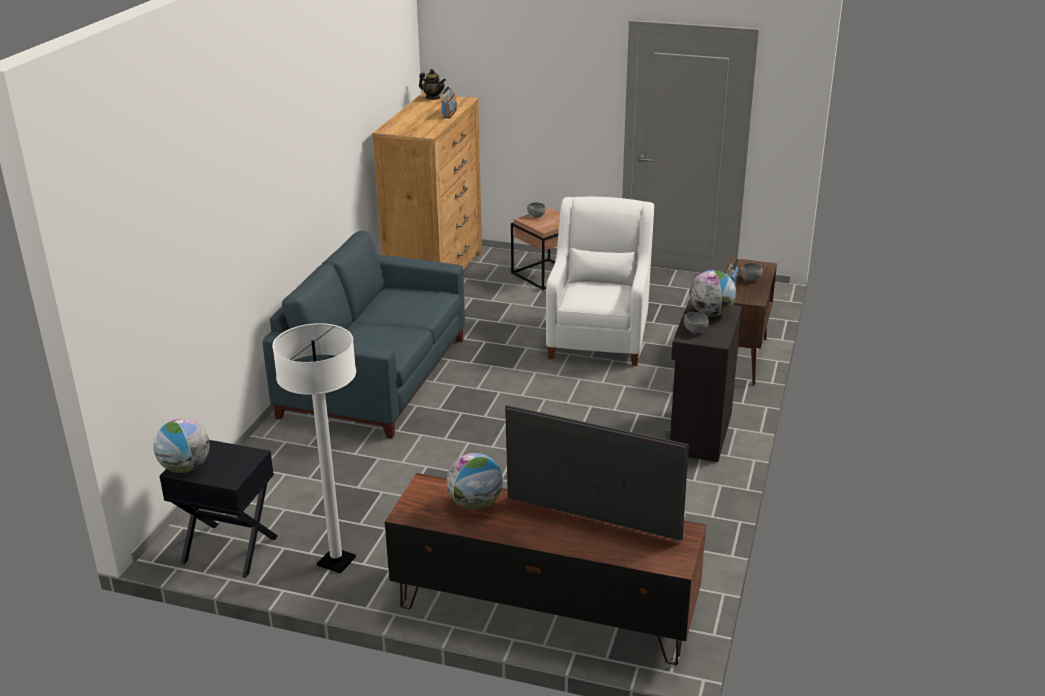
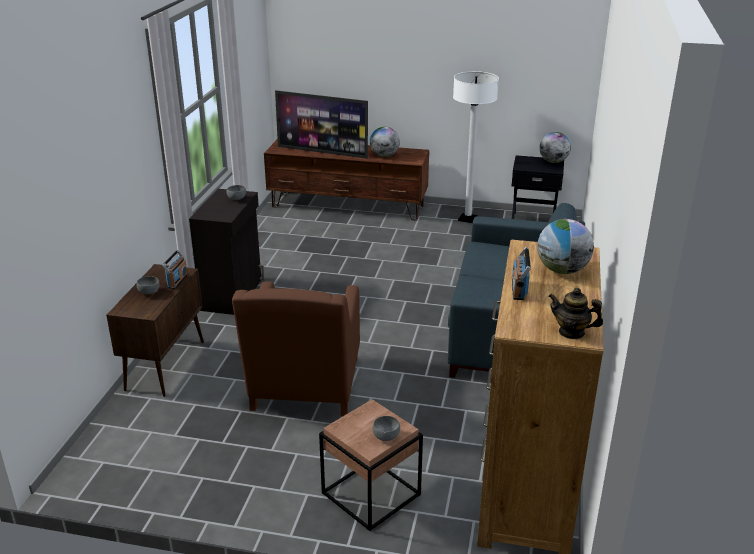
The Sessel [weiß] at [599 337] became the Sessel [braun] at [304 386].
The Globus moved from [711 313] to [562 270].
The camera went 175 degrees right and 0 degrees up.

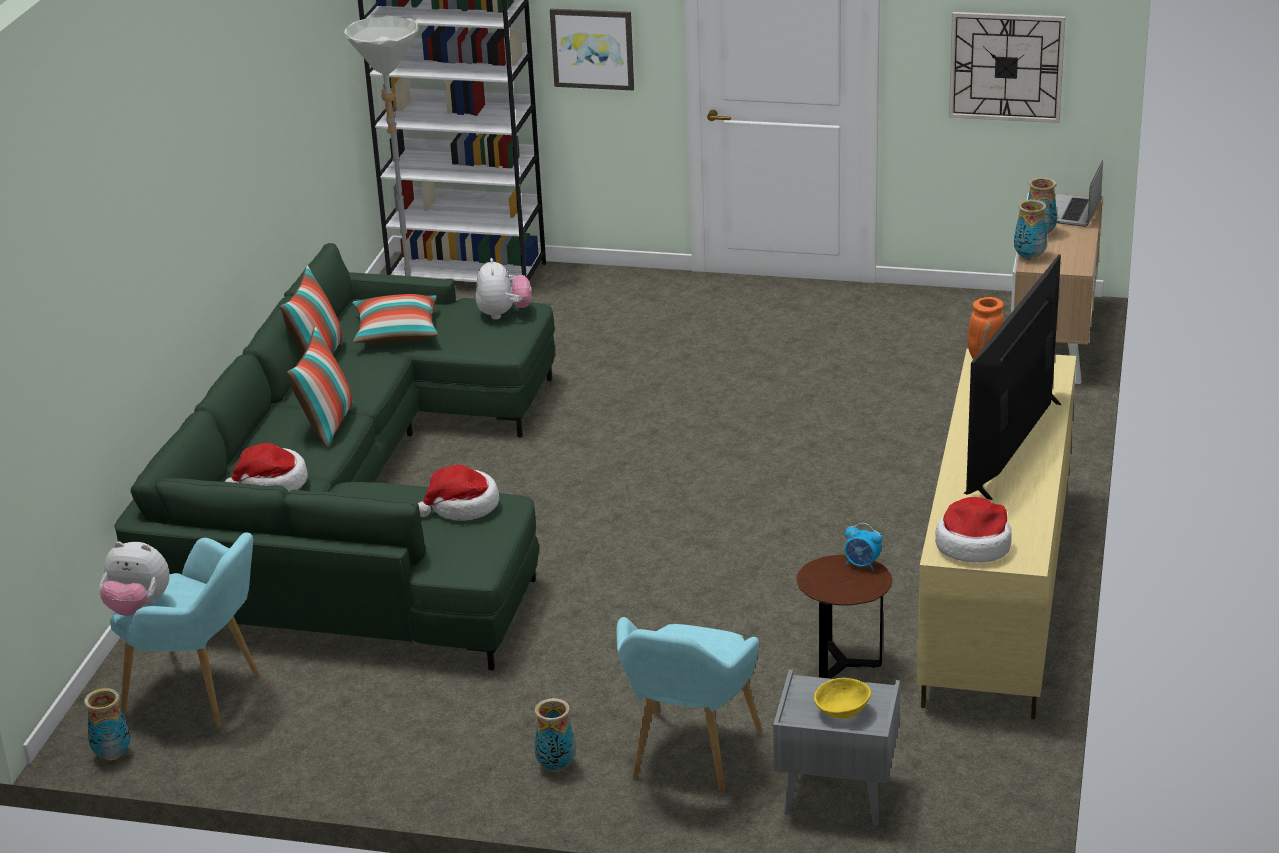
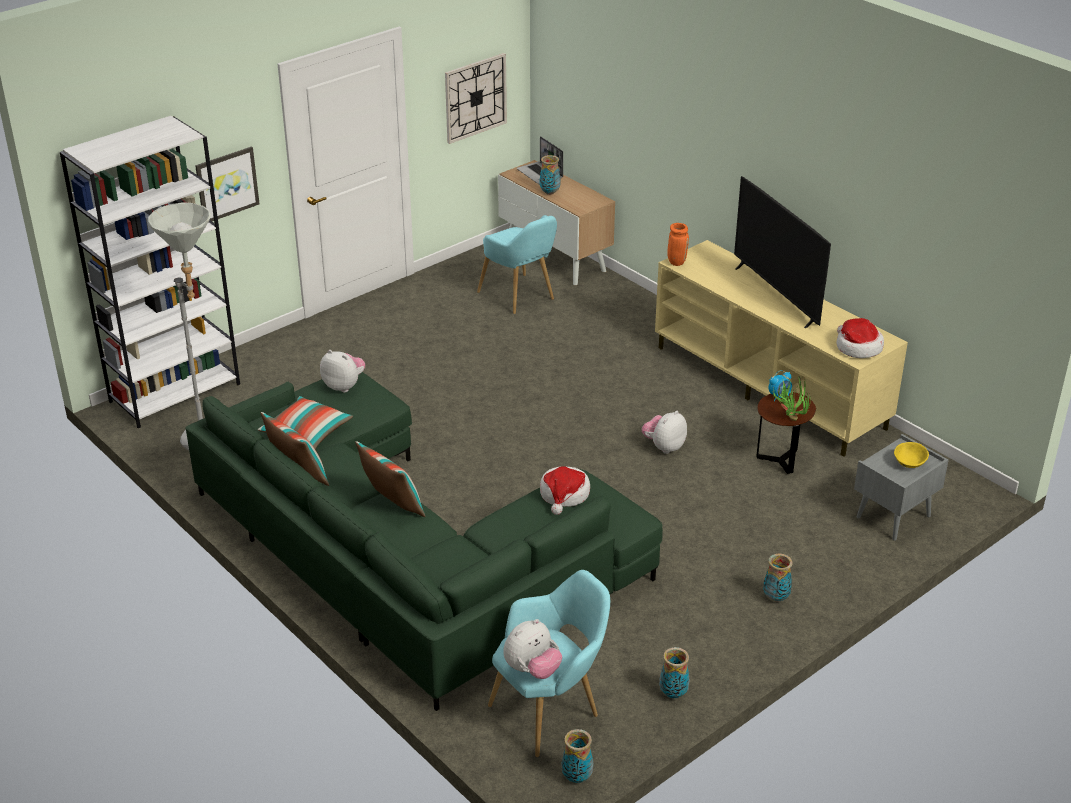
The Hut at [272 484] disappeared.
The Sessel [türkis] moved from [689 760] to [520 297].
The Vase moved from [1029 257] to [673 694].
The Plüschtier at [664 447] appeared.
The Topfpflanze at [789 417] appeared.
The camera went 55 degrees left and 5 degrees up.

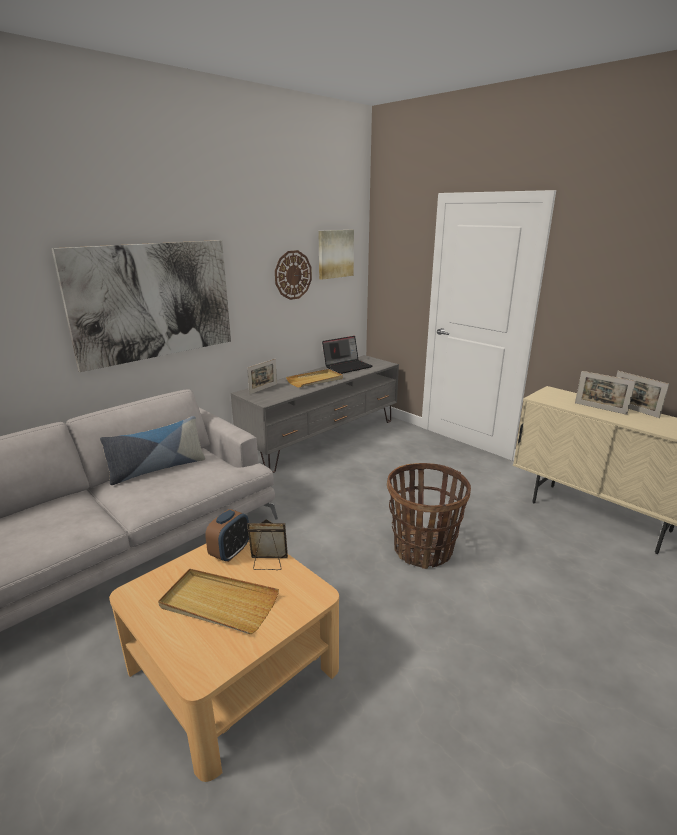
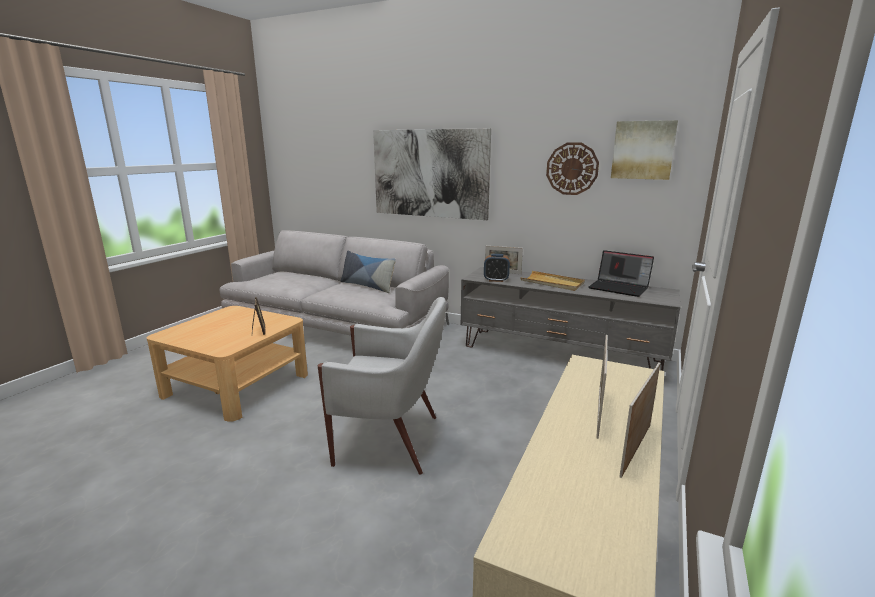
The Tablett [beige] at [218 603] disappeared.
The Wecker moved from [230 552] to [496 280].
The Korb at [423 549] was replaced by the Sessel [weiß] at [390 441].
The camera went 70 degrees right and 5 degrees down.

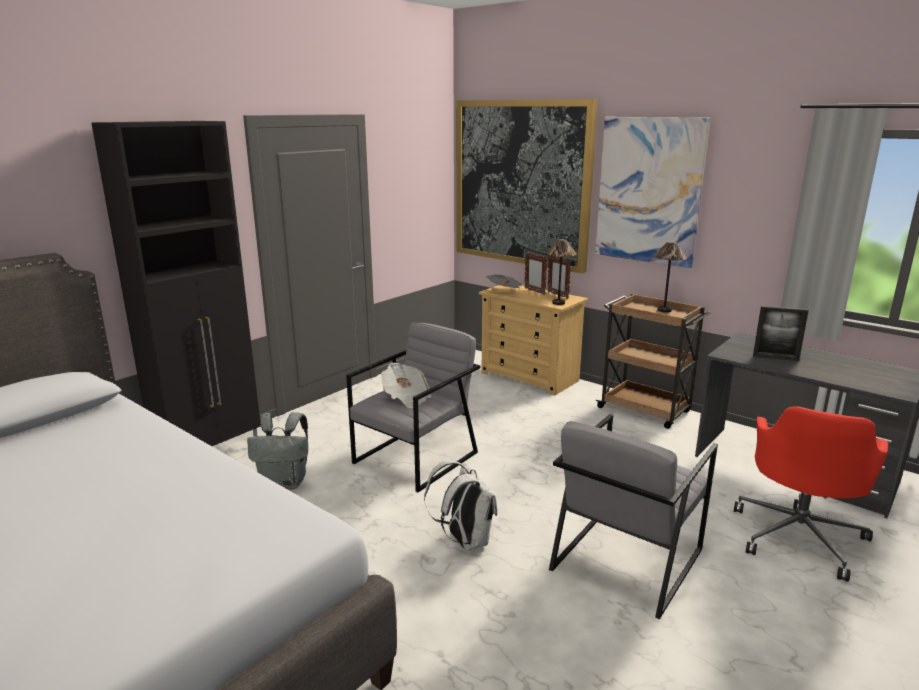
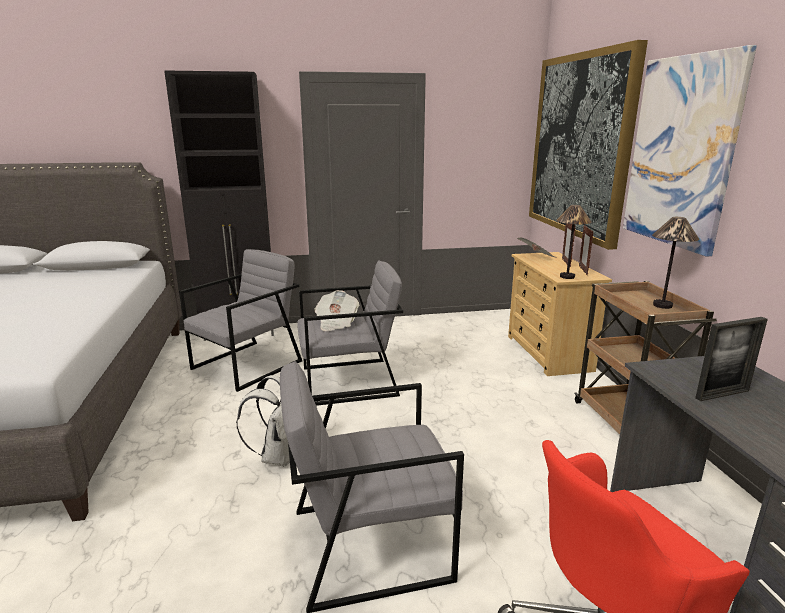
The Rucksack [grau] at [285 483] was replaced by the Sessel [grau] at [247 365].
The Bilderrahmen at [775 358] turned 75 degrees counterclockwise.
The camera went 40 degrees right and 0 degrees up.

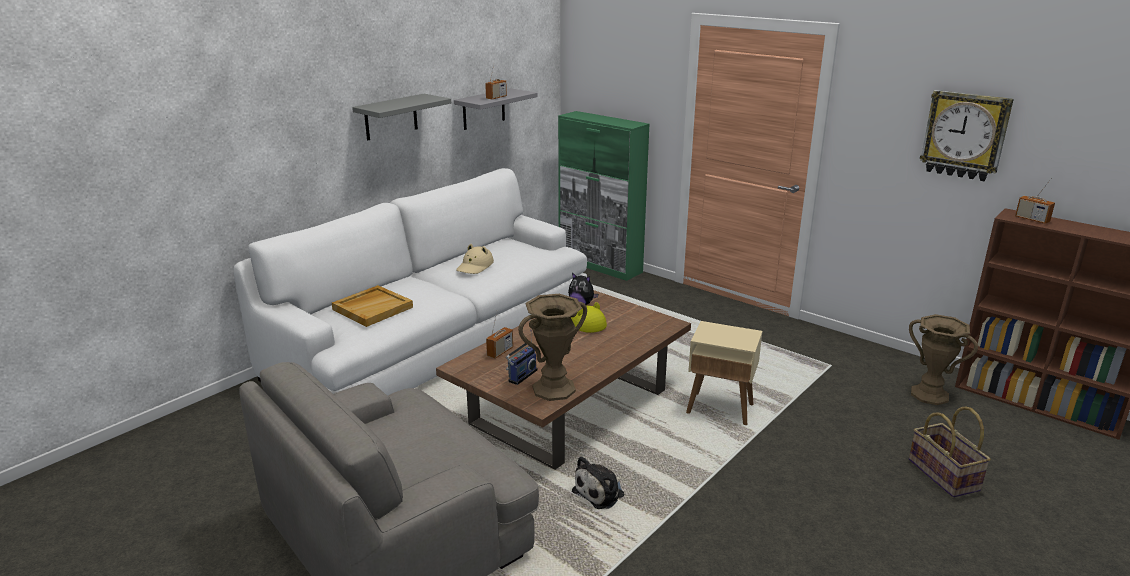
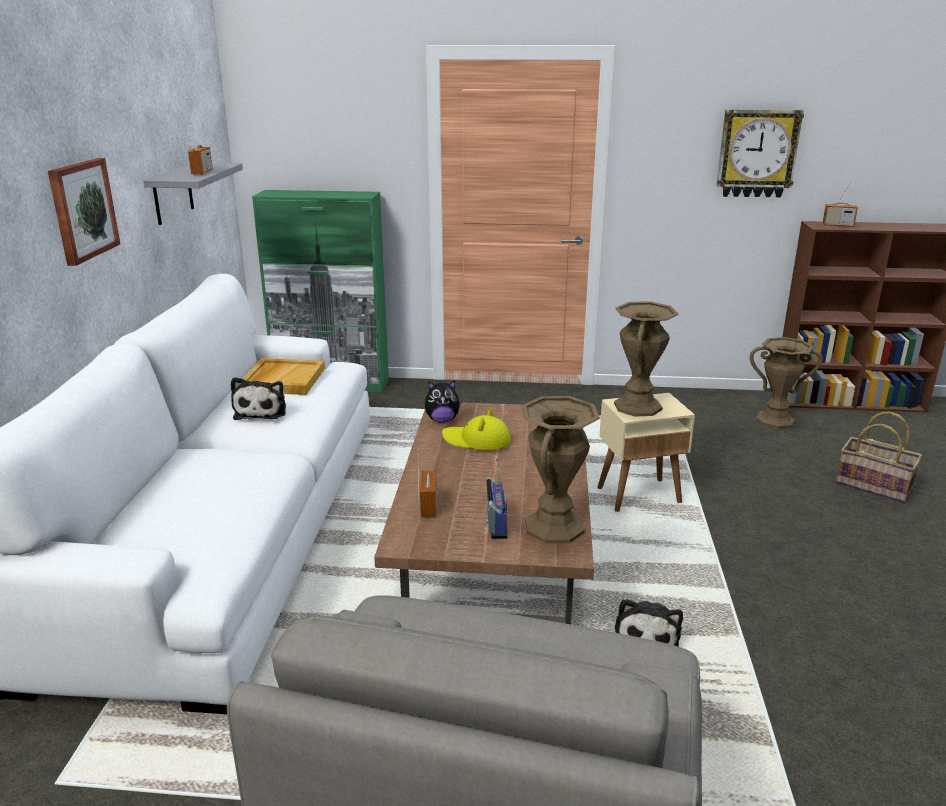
The Tablett [beige] moved from [373 308] to [283 379].
The Wandregal [grau] at [391 117] was replaced by the Bild at [82 210].
The Hut [beige] at [475 266] was replaced by the Plüschtier at [262 411].
The Vase [braun] at [638 406] appeared.
The camera went 35 degrees left and 0 degrees up.

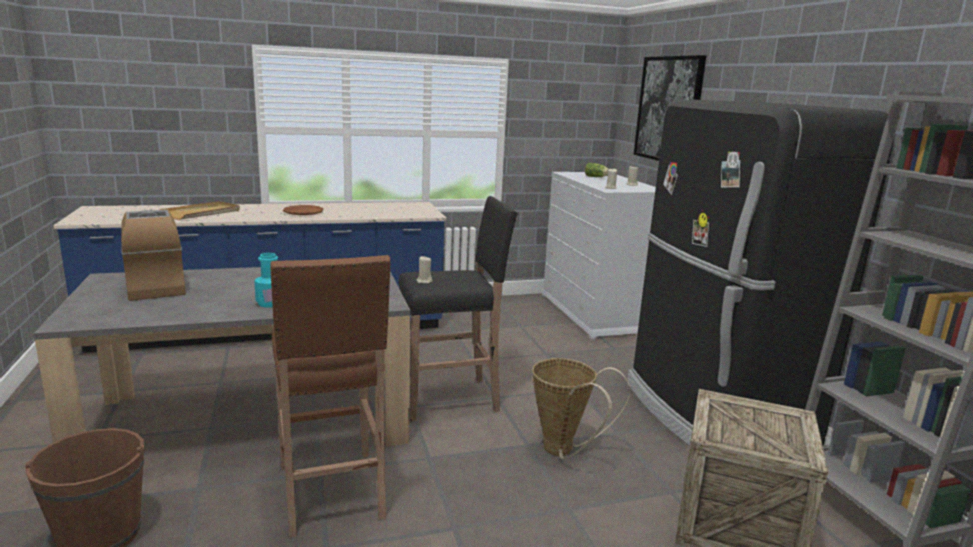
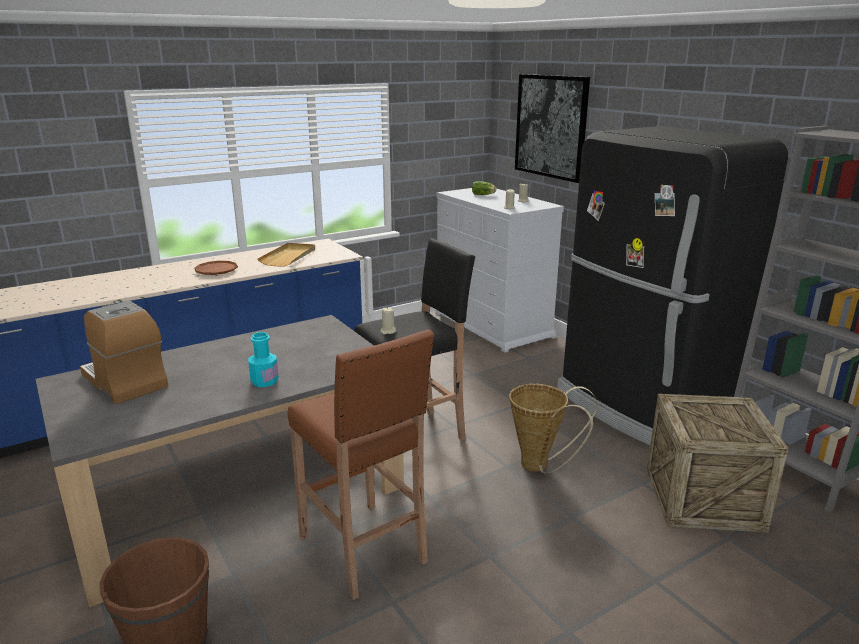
The Tablett [beige] moved from [202 213] to [289 257].
The camera went 15 degrees left and 5 degrees up.

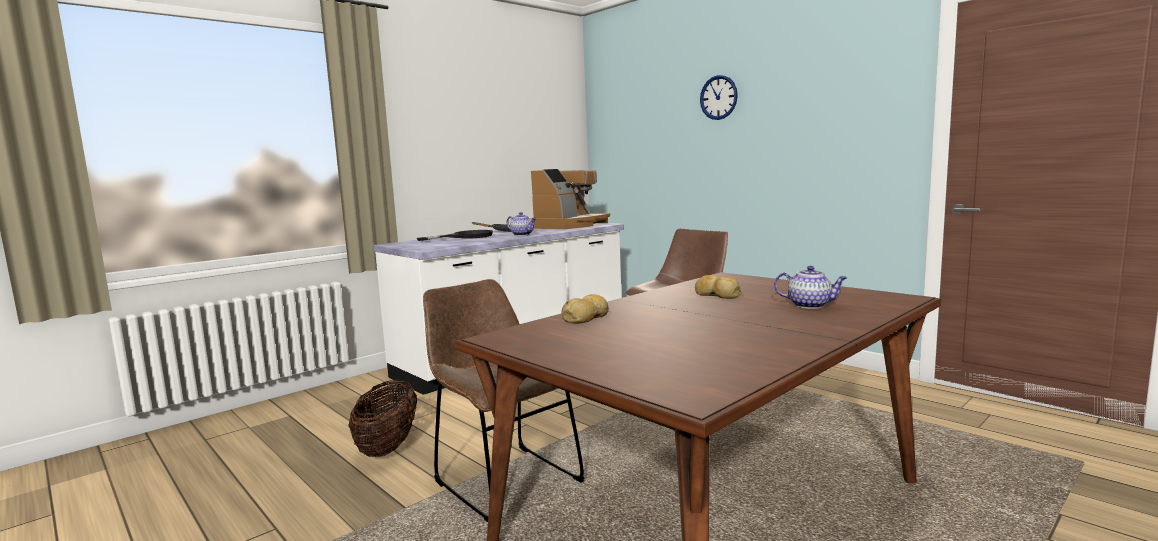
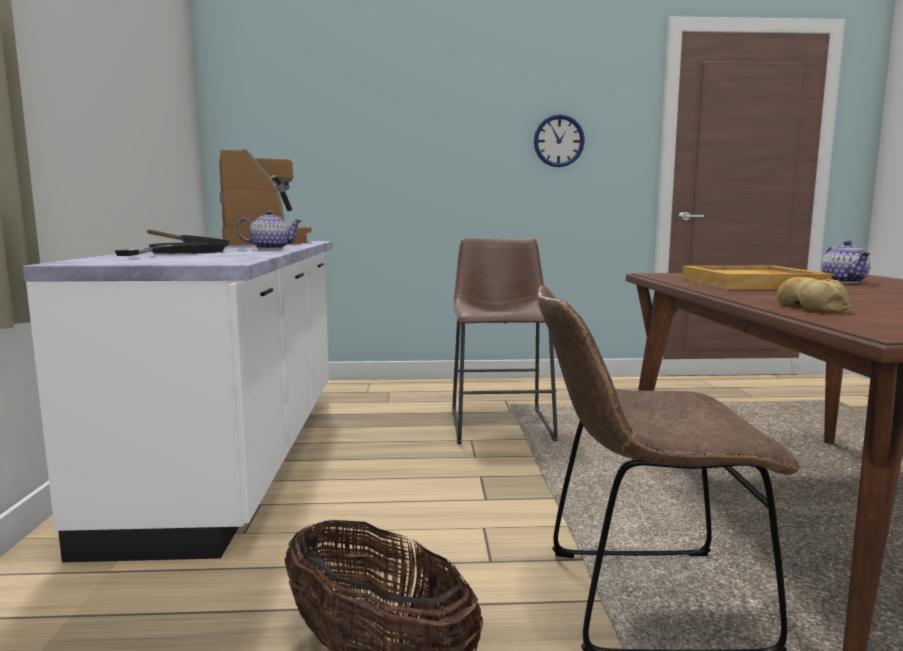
The Brot at [717 295] was replaced by the Tablett [beige] at [752 283].
The Wanduhr moved from [718 97] to [558 141].
The Teekanne at [810 305] turned 120 degrees clockwise.
The camera went 50 degrees left and 0 degrees up.

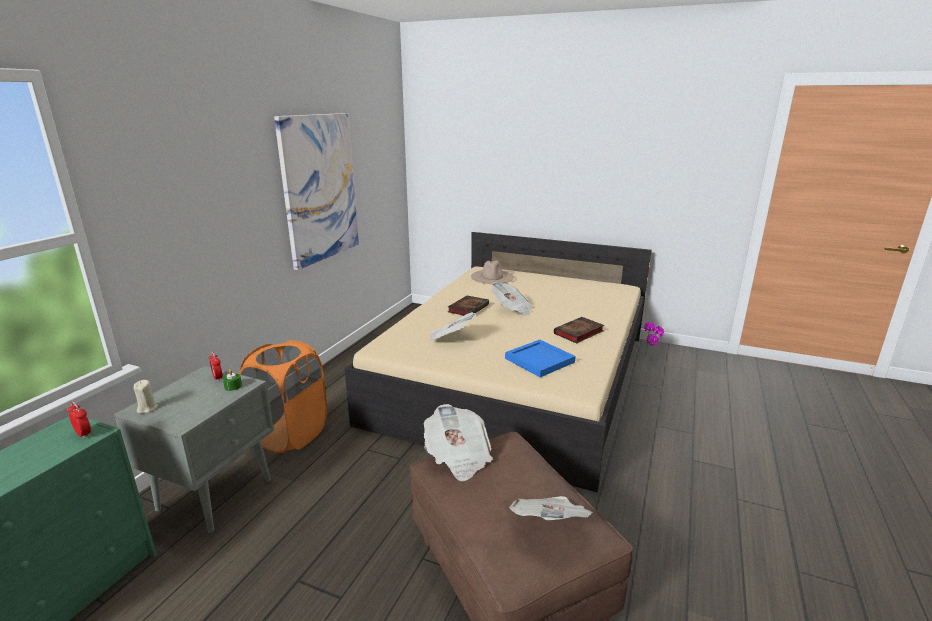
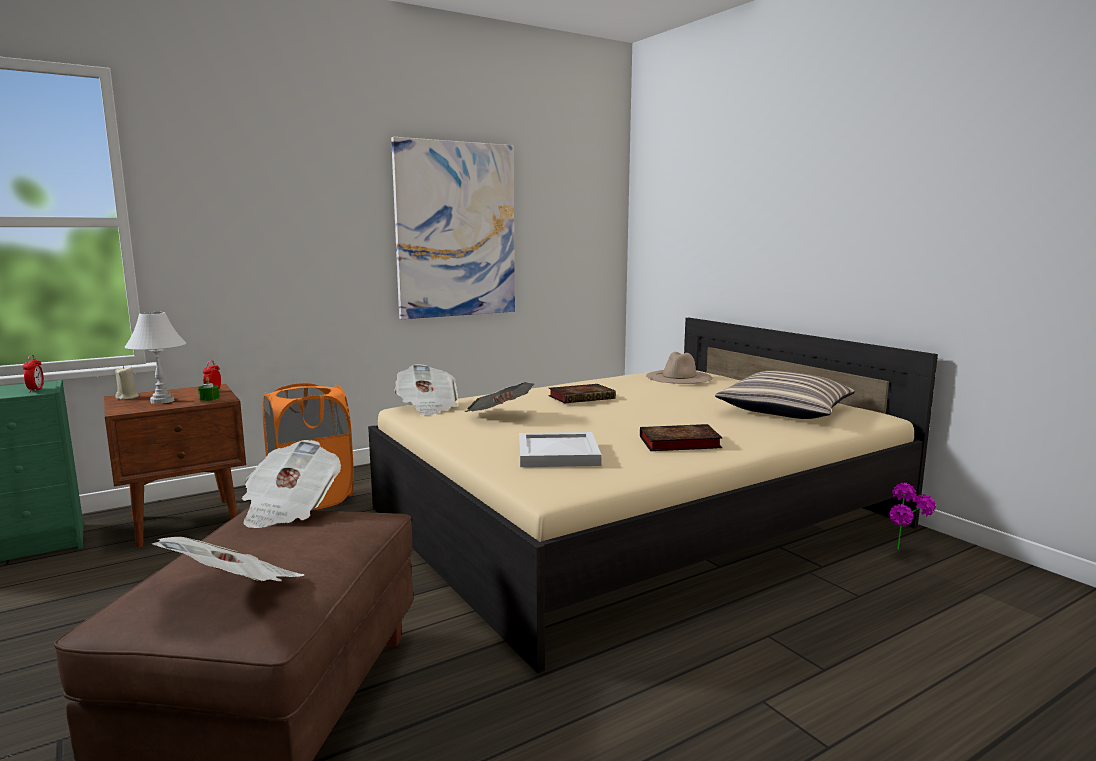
The Nachttisch [grau] at [217 493] became the Nachttisch [braun] at [187 522].
The Zeitung moved from [512 309] to [427 407].
The Tablett [blau] at [539 360] became the Tablett [weiß] at [559 453].
The Tischlampe [weiß] at [163 401] appeared.
The Kissen at [785 410] appeared.
The camera went 35 degrees right and 10 degrees down.

